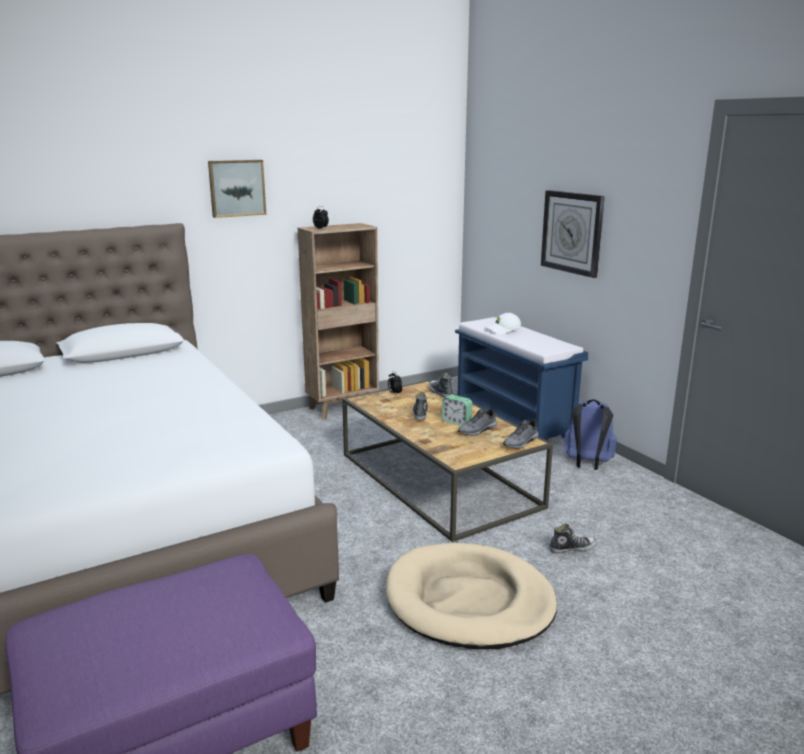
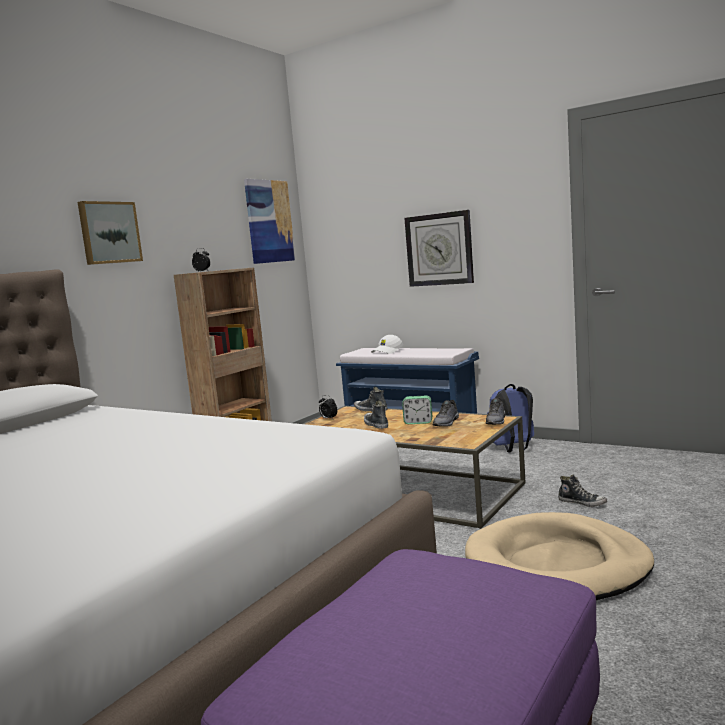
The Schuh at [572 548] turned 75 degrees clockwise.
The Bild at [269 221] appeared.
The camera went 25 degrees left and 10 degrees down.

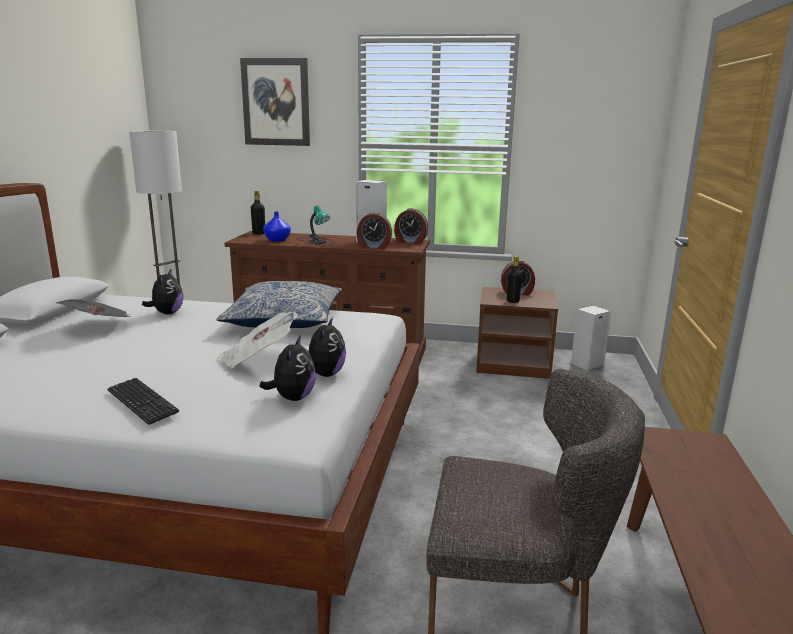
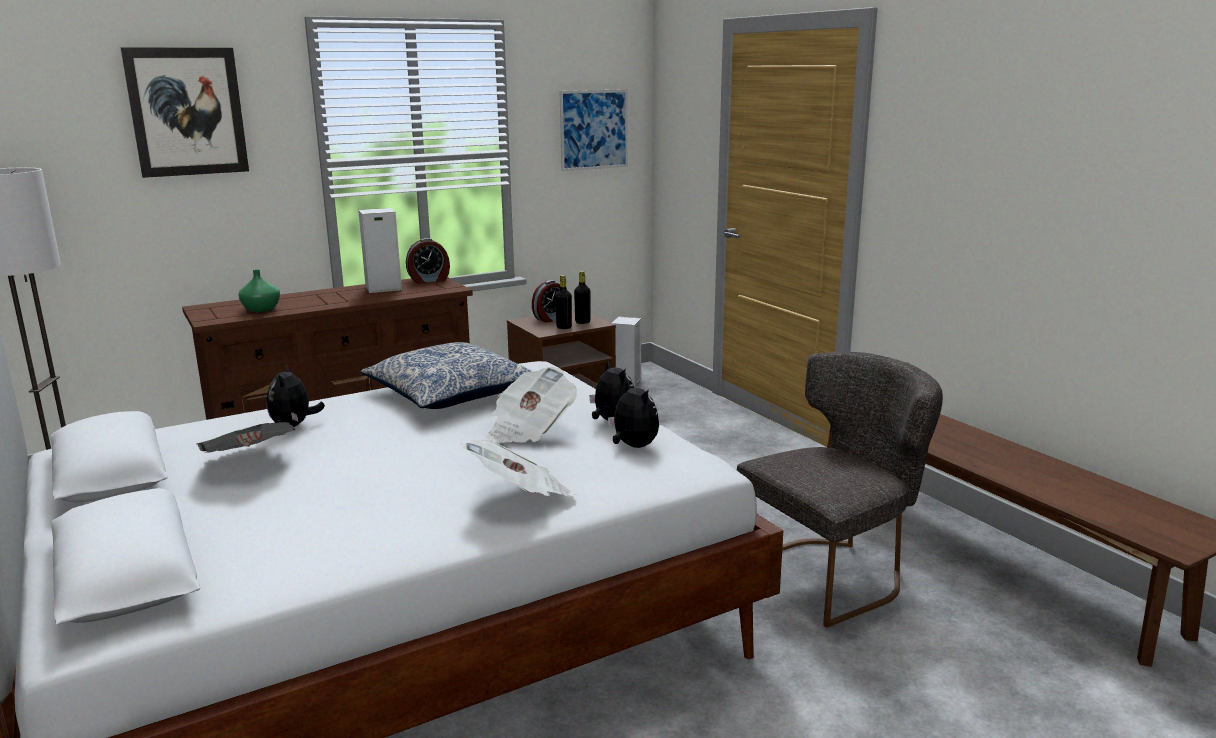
The Tastatur at [142 402] was replaced by the Zeitung at [520 495].
The Plüschtier at [167 313] turned 150 degrees counterclockwise.
The Flasche [schwarz] moved from [259 233] to [582 322].
The Vase [blau] at [277 240] became the Vase [grün] at [261 309].
The Tischlampe at [317 242] disappeared.
The Wecker at [374 247] disappeared.
The Bild at [594 129] appeared.
The camera went 40 degrees left and 0 degrees up.

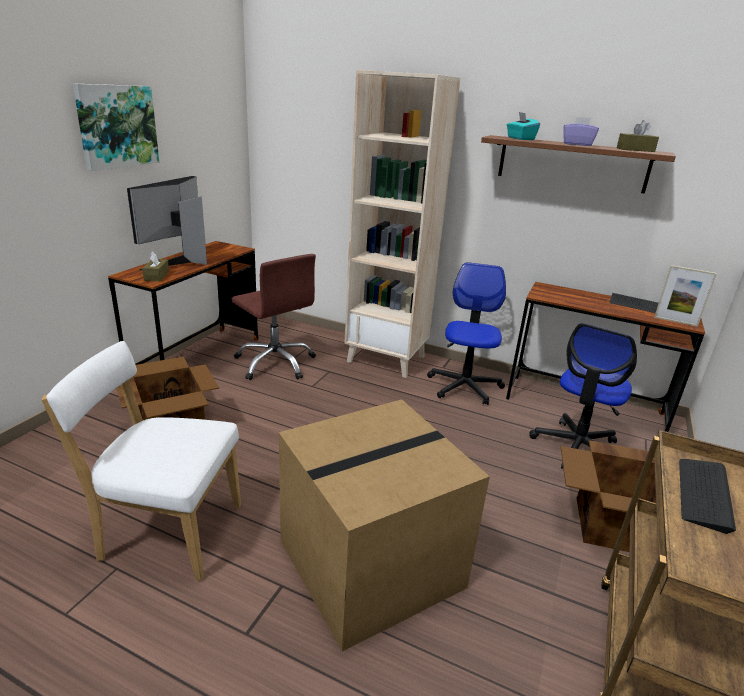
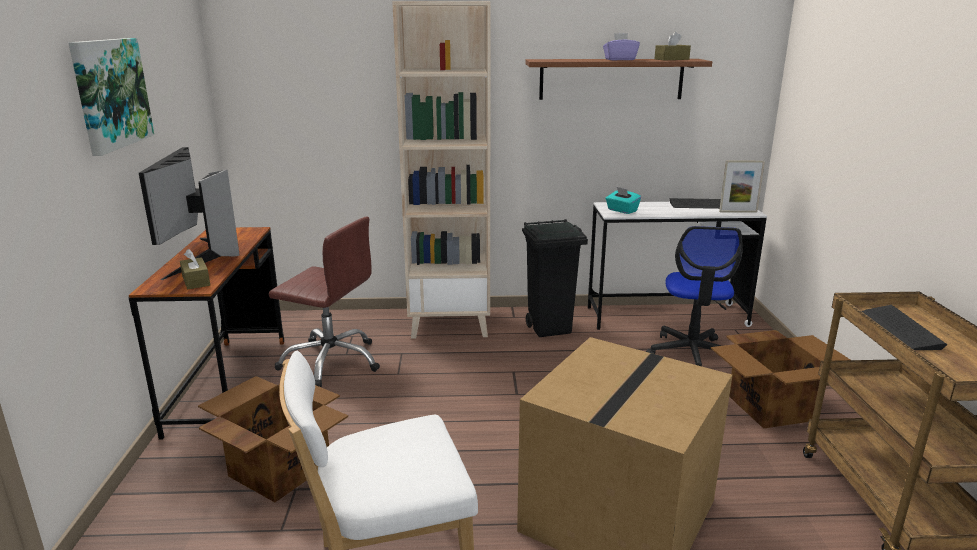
The Bürostuhl at [464 386] was replaced by the Mülleimer [schwarz] at [550 329].
The Schreibtisch [braun] at [584 406] became the Schreibtisch [weiß] at [666 316].
The Taschentuchbox [türkis] moved from [520 139] to [622 210].
The camera went 25 degrees left and 5 degrees down.

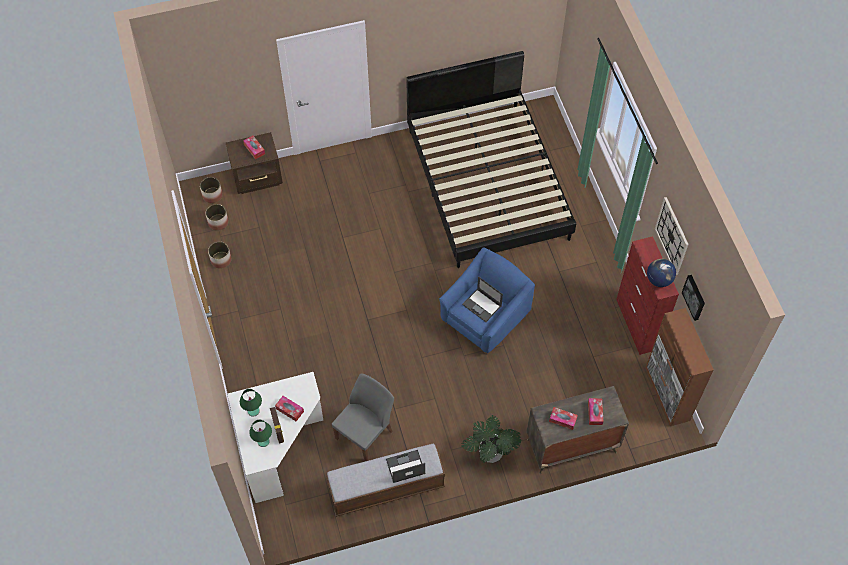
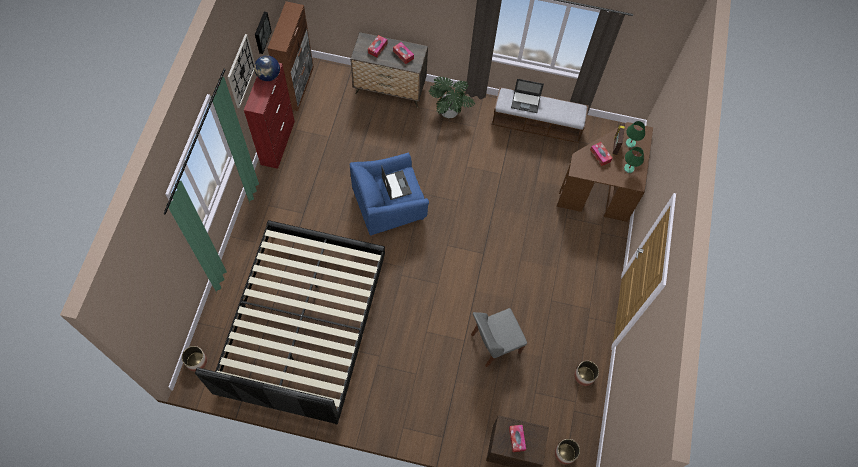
The Pflanzkübel moved from [218 222] to [196 361].
The Schreibtisch [weiß] at [279 448] became the Schreibtisch [braun] at [601 188].
The Stuhl [grau] moved from [365 434] to [494 344].
The camera went 155 degrees left and 5 degrees up.

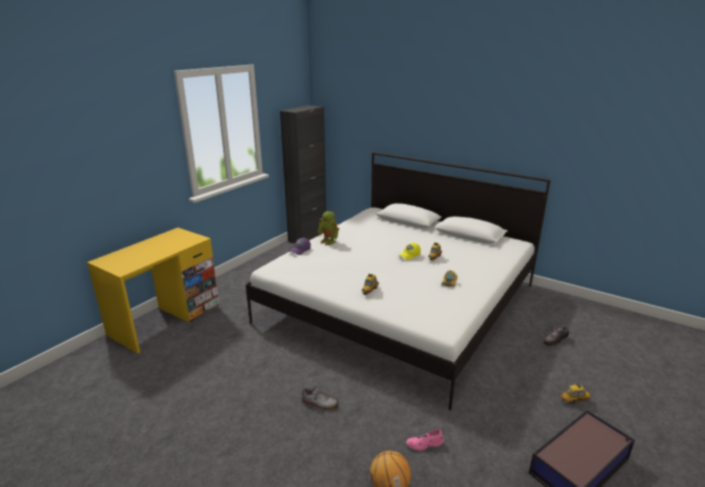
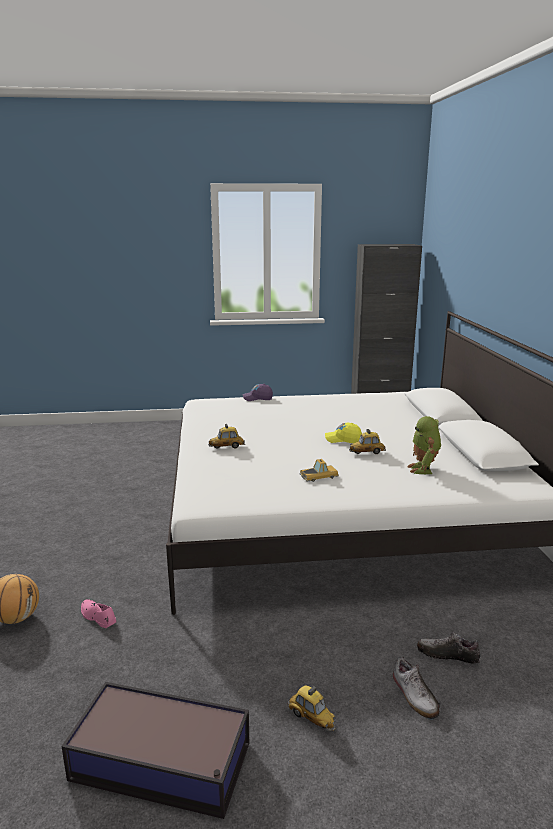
The Schreibtisch [gelb] at [165 320] disappeared.
The Schuh moved from [319 402] to [414 695].
The Spielzeugroboter moved from [329 241] to [423 469].
The camera went 50 degrees right and 5 degrees down.

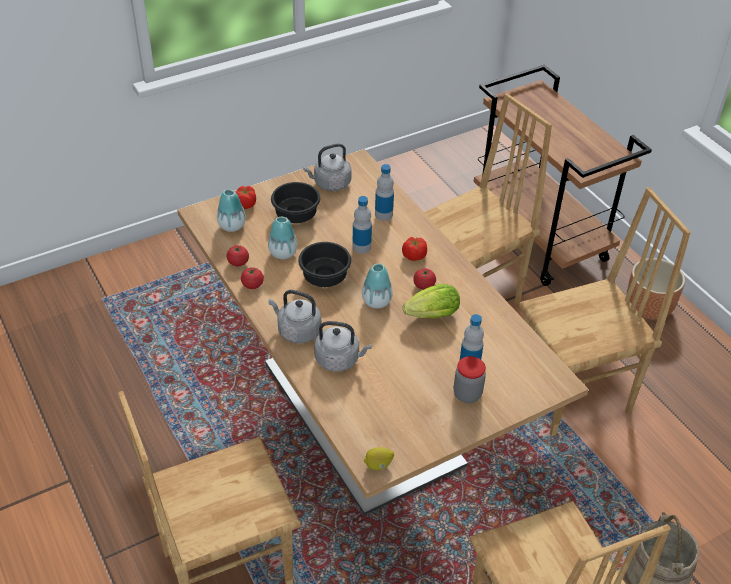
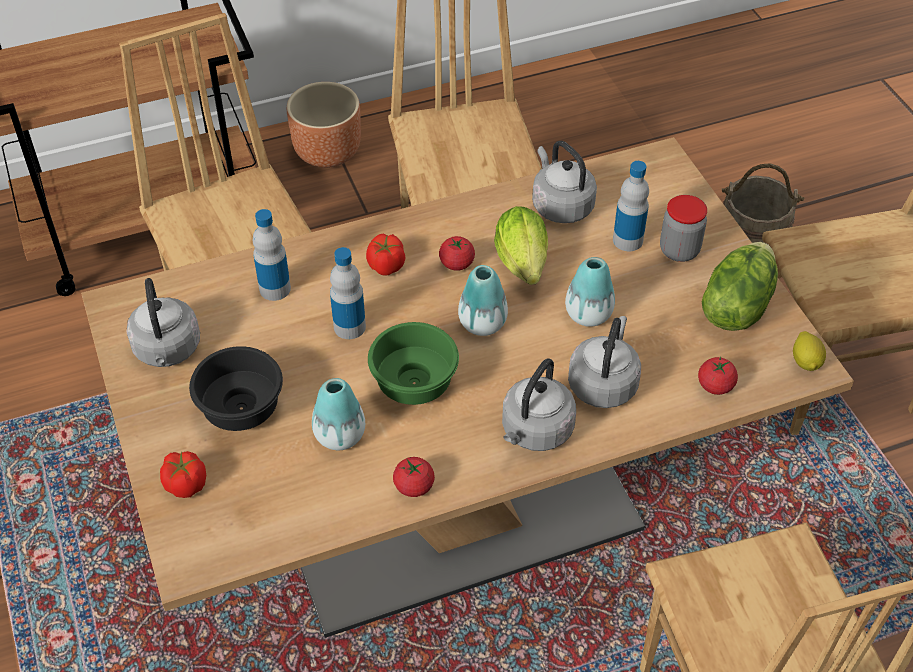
The Vase moved from [232 226] to [588 314].
The Tomate moved from [238 262] to [715 386].
The Schüssel [schwarz] at [325 276] became the Schüssel [grün] at [411 382].
The Wasserkessel [grau] at [560 205] appeared.
The Salatkopf at [735 306] appeared.
The camera went 80 degrees left and 5 degrees up.

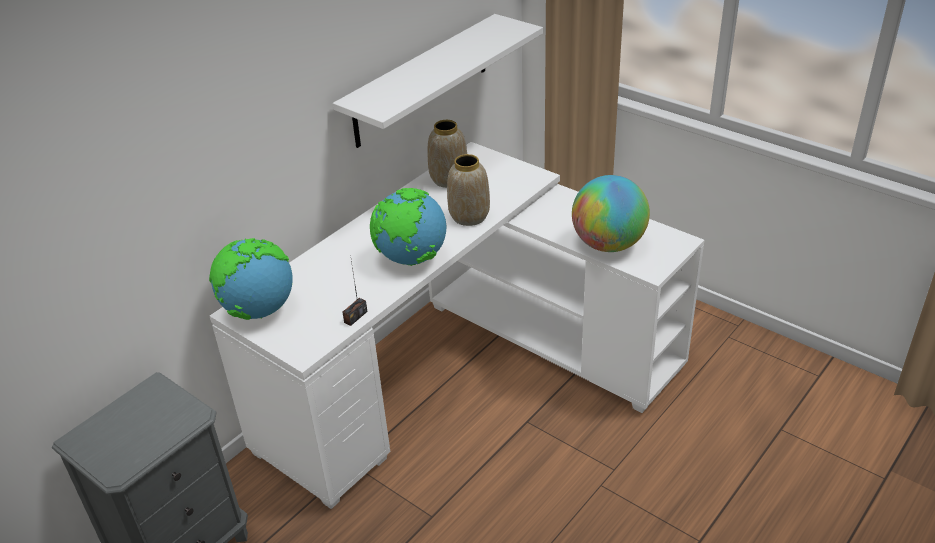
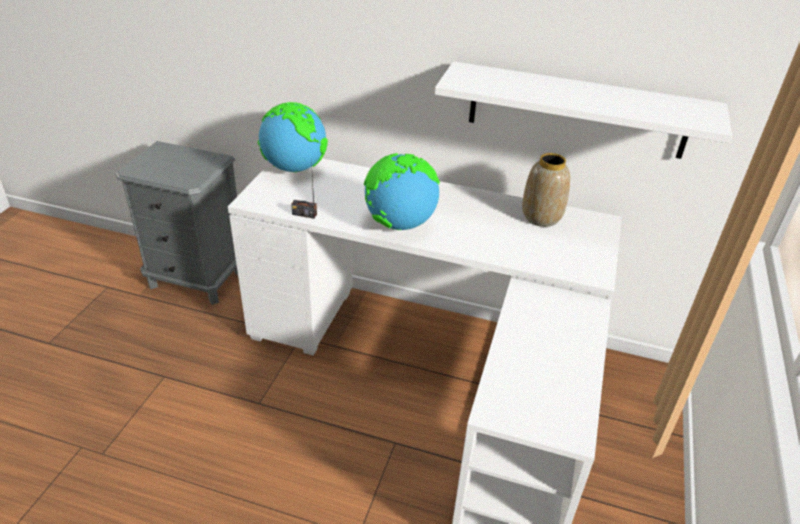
The Vase at [469 217] disappeared.
The Globus at [608 244] disappeared.
The camera went 65 degrees right and 0 degrees up.

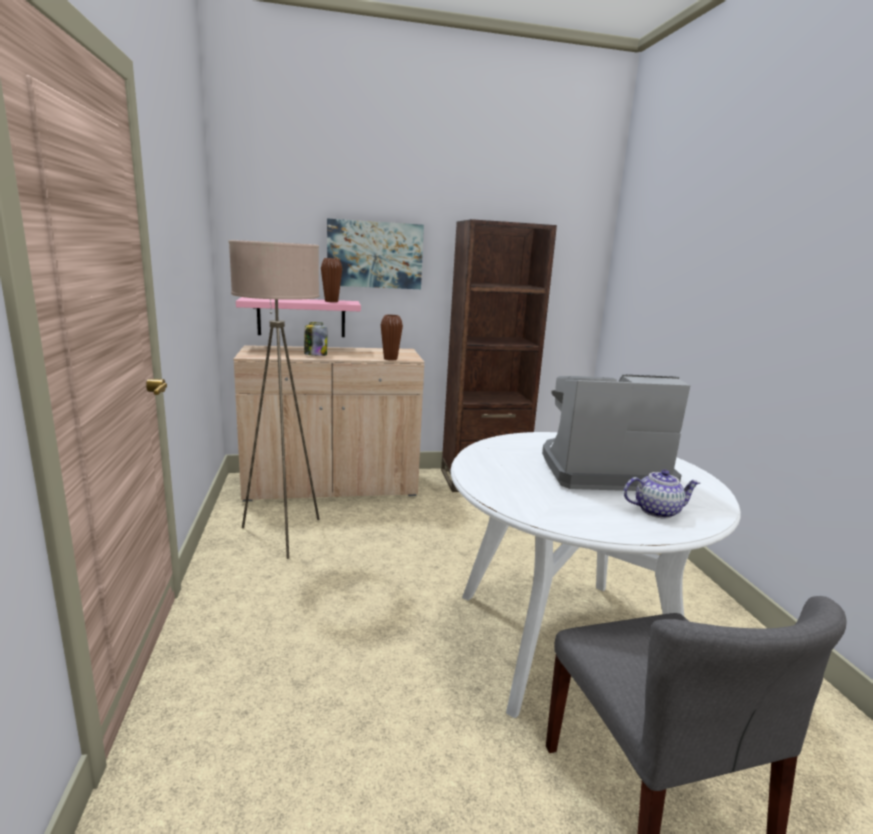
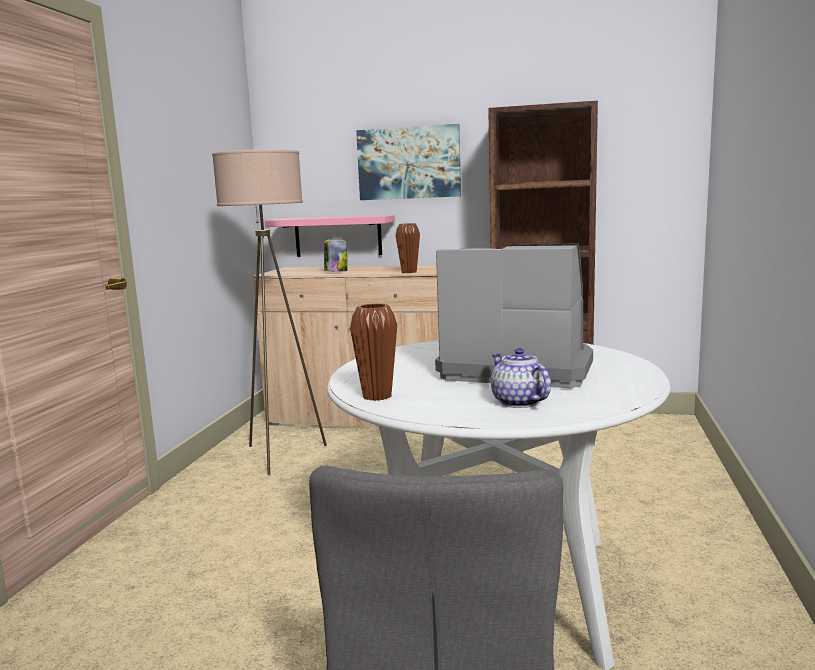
The Vase [braun] moved from [331 301] to [377 396].
The Teekanne at [657 511] turned 135 degrees counterclockwise.
The camera went 25 degrees right and 5 degrees down.

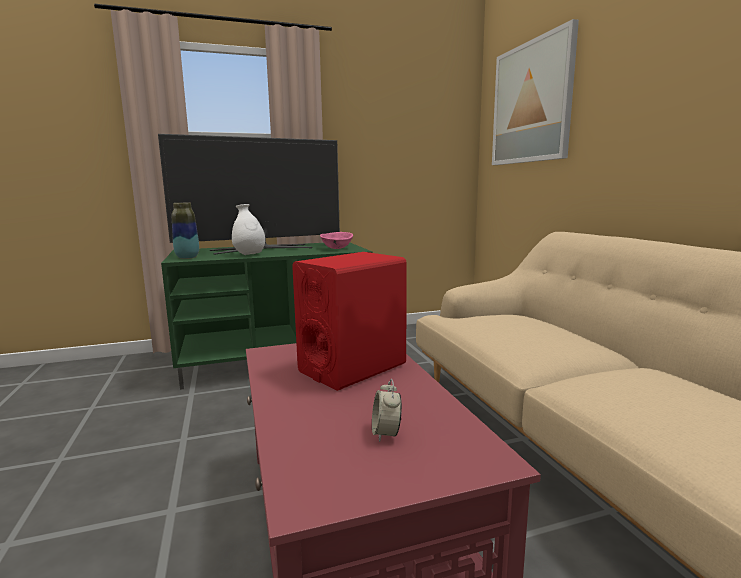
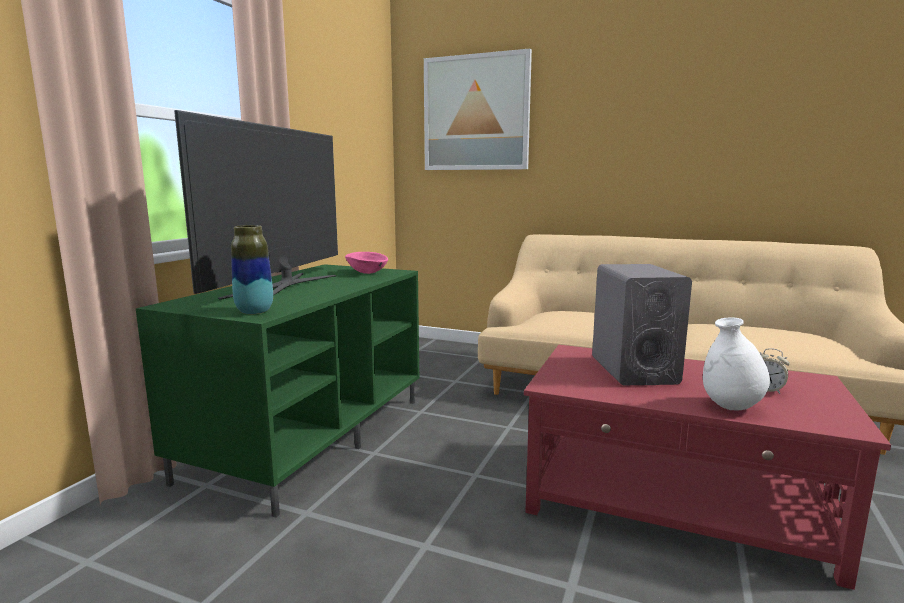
The Vase [weiß] moved from [249 255] to [731 407].
The Lautsprecher [rot] at [353 368] became the Lautsprecher [grau] at [633 370].
The camera went 50 degrees left and 0 degrees up.

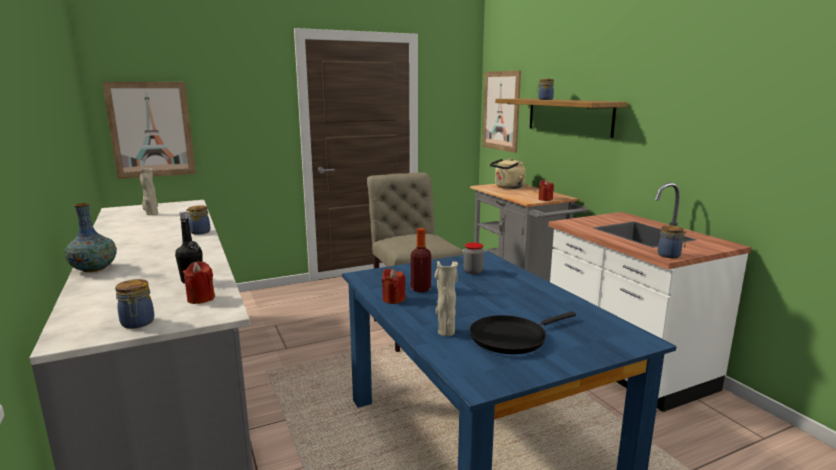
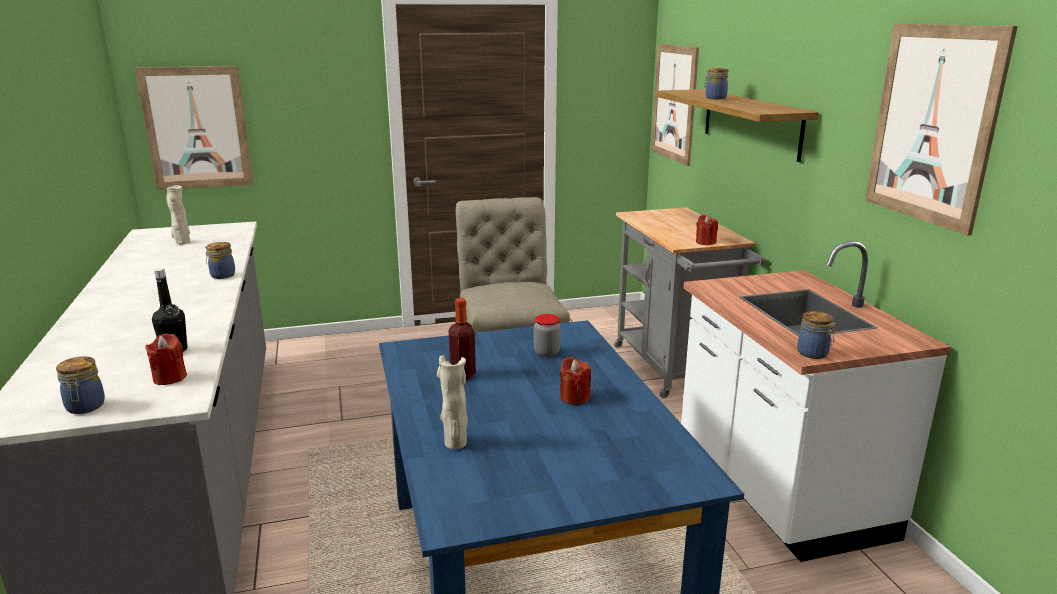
The Vase at [94 269] disappeared.
The Kerze [rot] moved from [393 299] to [574 398].
The Pfanne [schwarz] at [511 337] disappeared.
The Wasserkessel [beige] at [508 187] disappeared.
The Bild at [933 124] appeared.
The camera went 10 degrees right and 5 degrees up.

